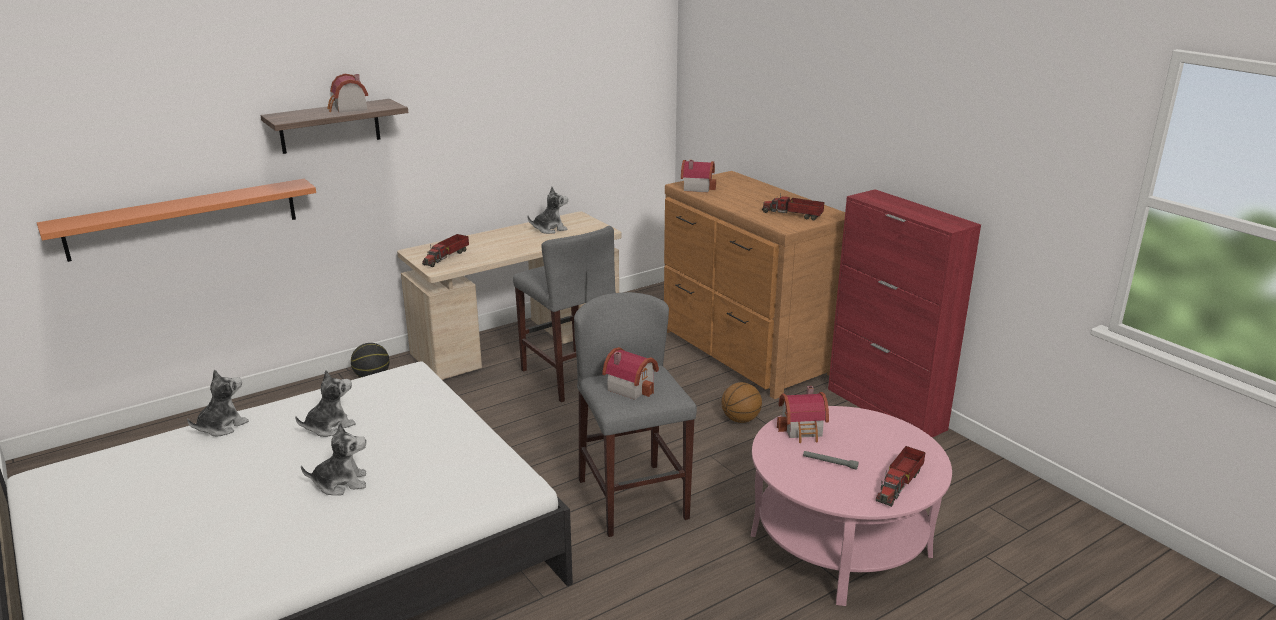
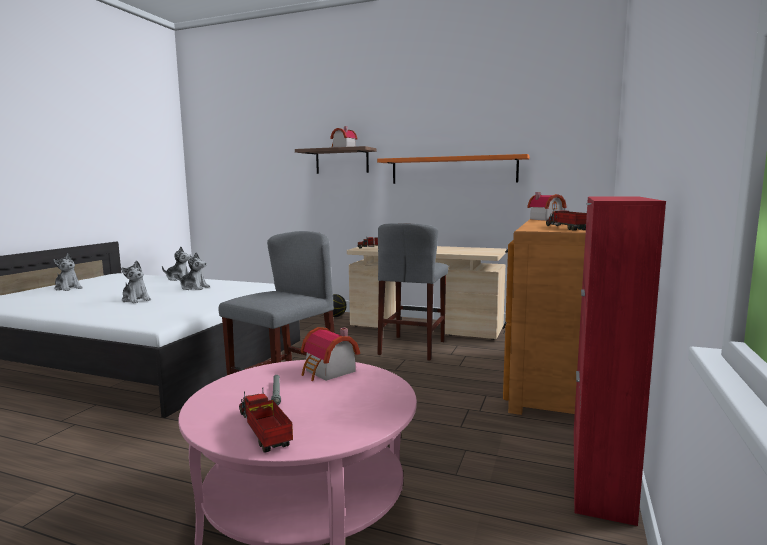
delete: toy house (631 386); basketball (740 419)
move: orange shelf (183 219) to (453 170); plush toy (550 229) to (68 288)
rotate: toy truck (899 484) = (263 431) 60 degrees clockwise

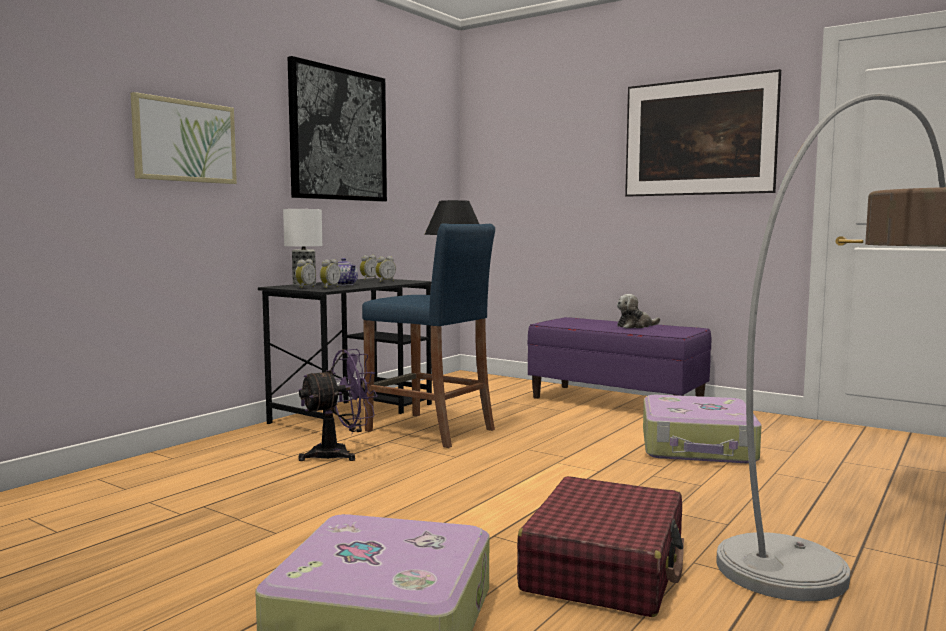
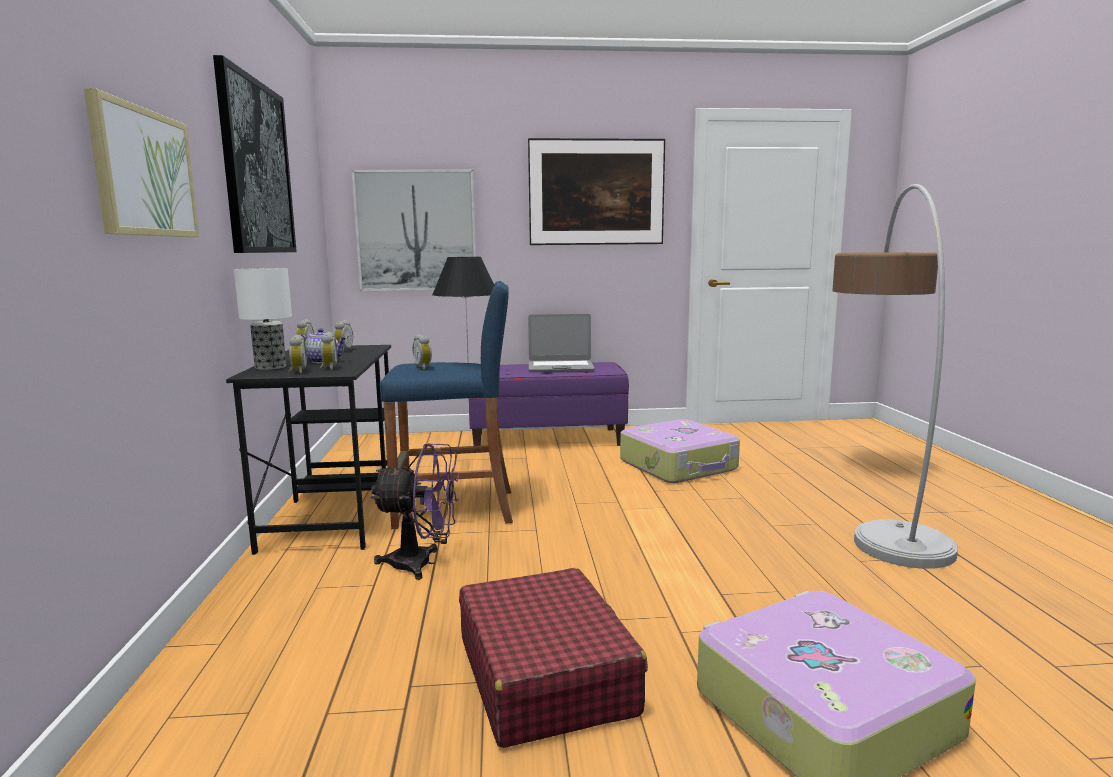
insert: picture (416 231); alarm clock (424 367)
move: red suitcase (605 567) to (545 674)
replace: plush toy (635 326) to laptop (560 367)
rotate: purple fan (339 454) = (422 564) 75 degrees clockwise

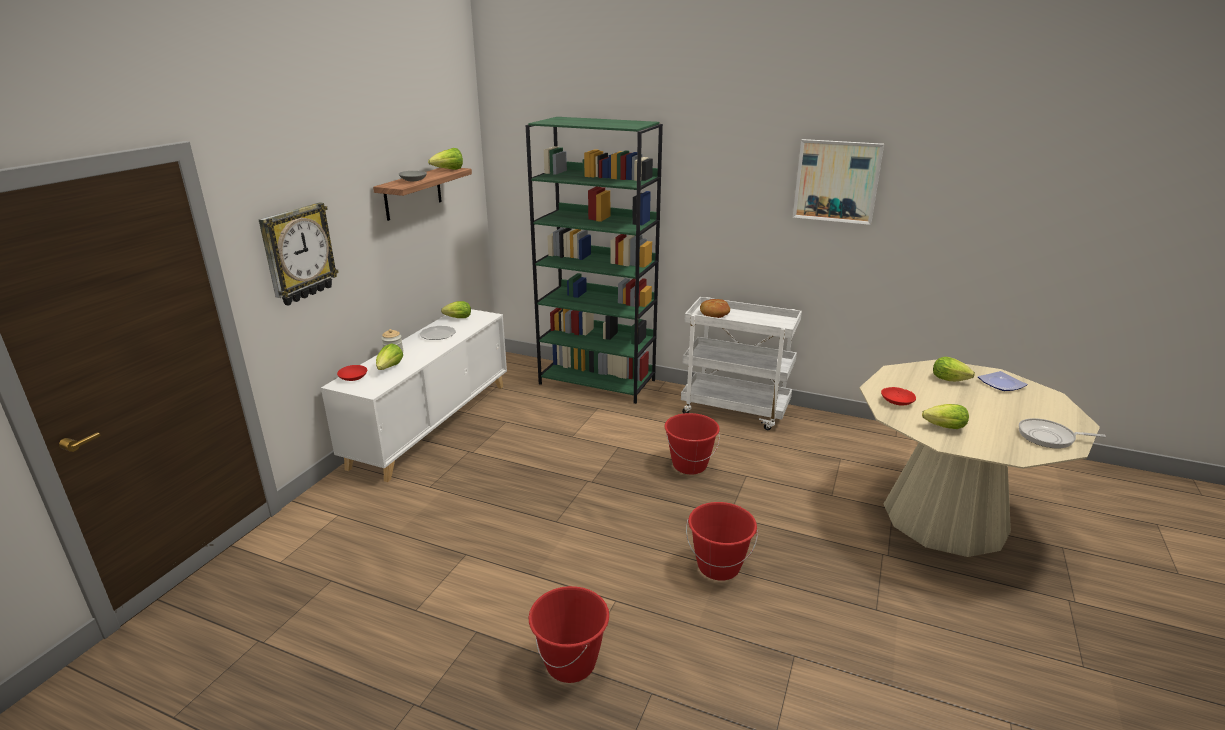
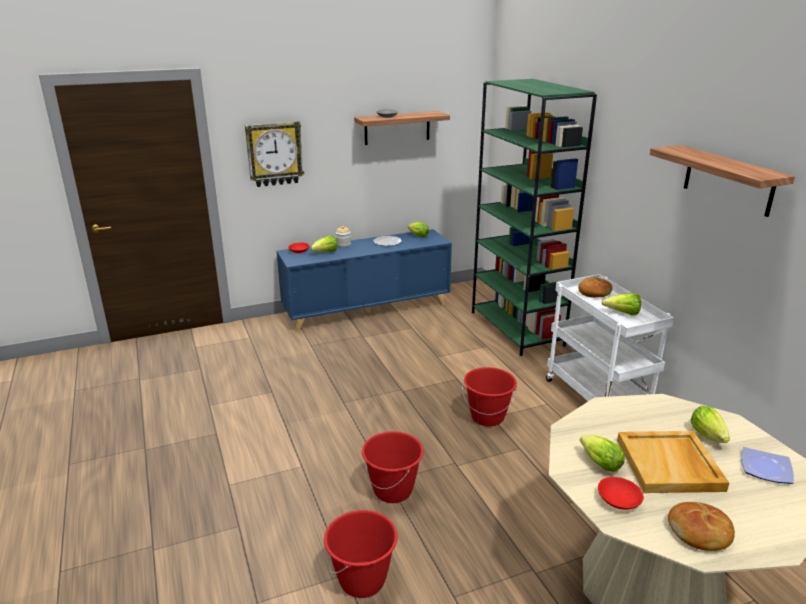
insert: beige tray (670 465)
move: lettuce (448 170) to (622 313); red bucket (571 663) to (362 580); red bowl (897 402) to (619 500)
replace: picture (836 181) to shelf (728 180); frying pan (1049 437) to bread (699 533)
recolor: white cabinet (432 424) to blue cabinet (367 309)

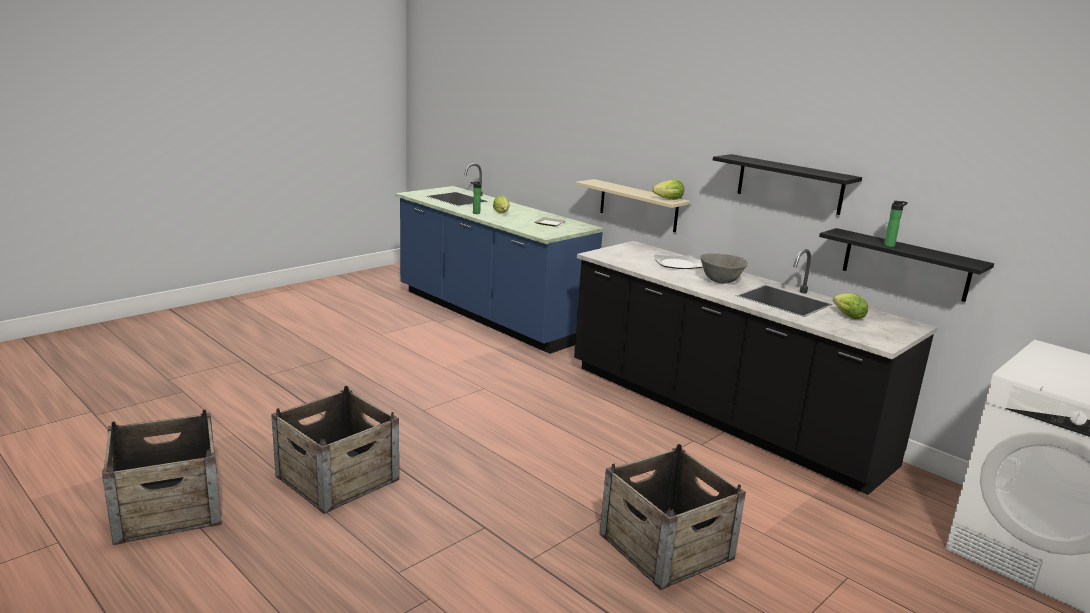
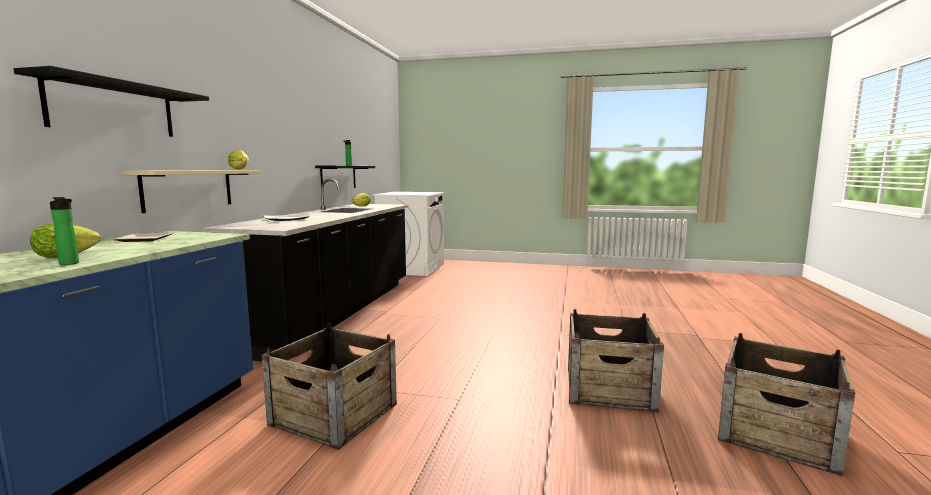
delete: grey bowl (720 281)
move: crate (666 546) to (334 414); black shelf (789 184) to (113 109)

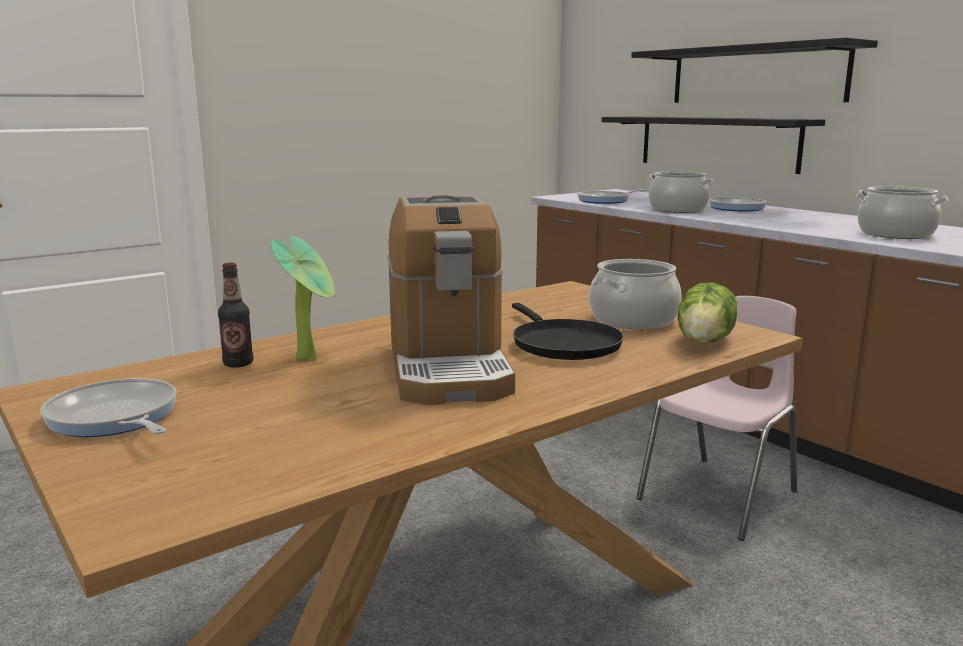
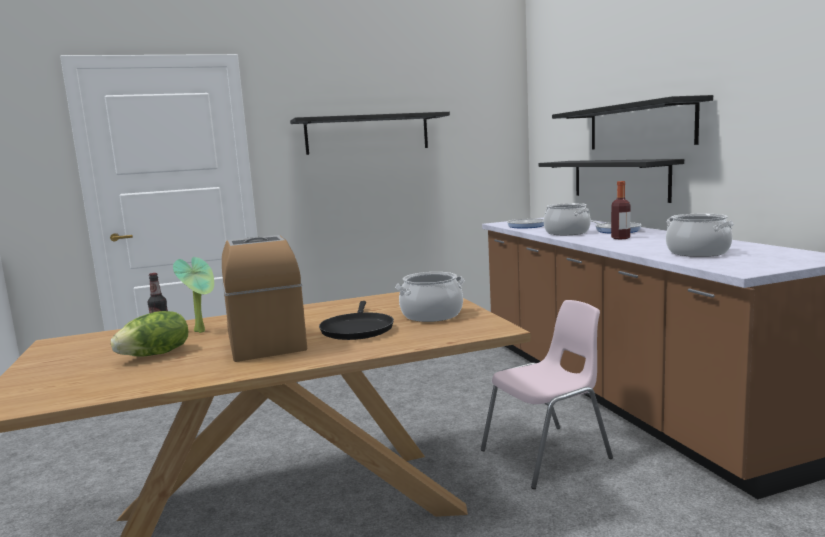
delete: frying pan (114 418)
insert: black shelf (367 134); bottle (620 238)
move: lettuce (706 341) to (156 354)
rotate: coffee machine (448 368) = (265 341) 150 degrees clockwise

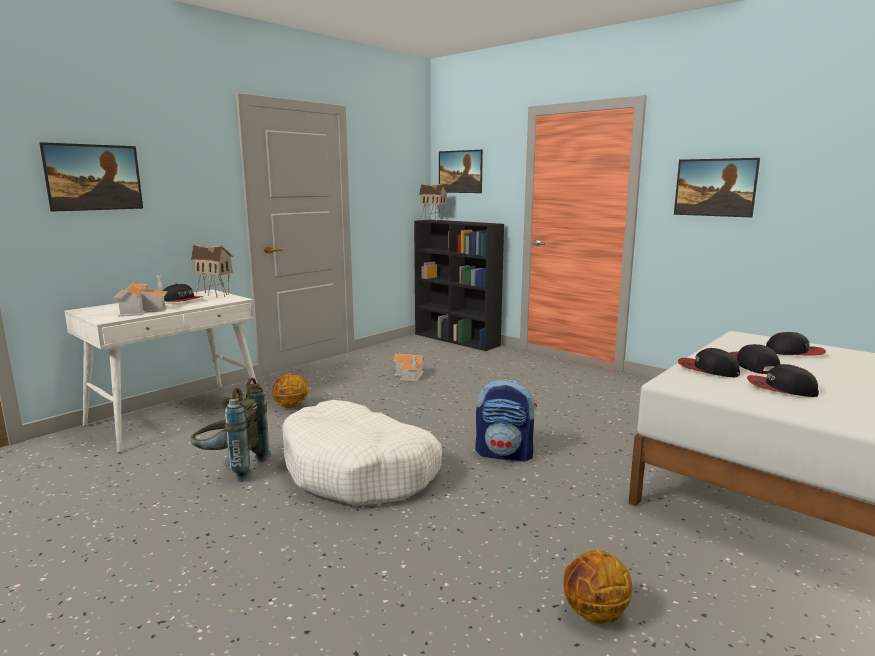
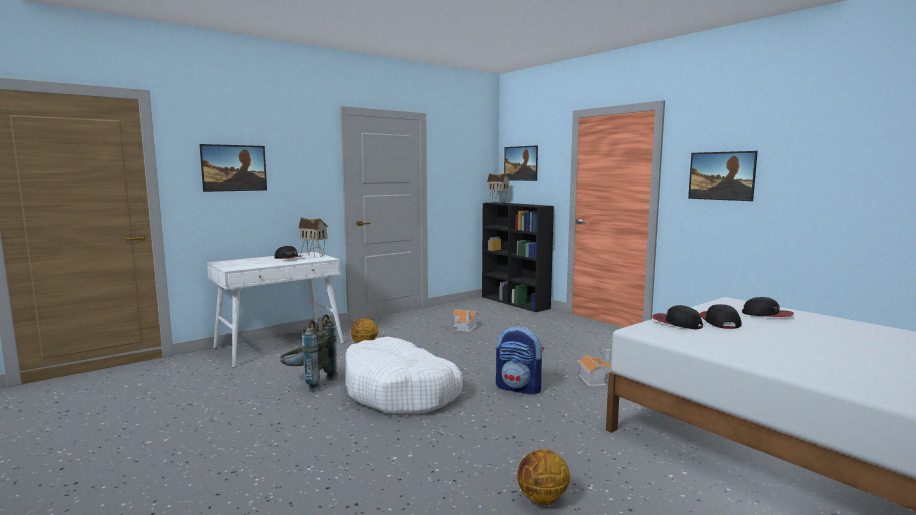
delete: cap (781 388)
move: toy house (142 310) to (596 379)

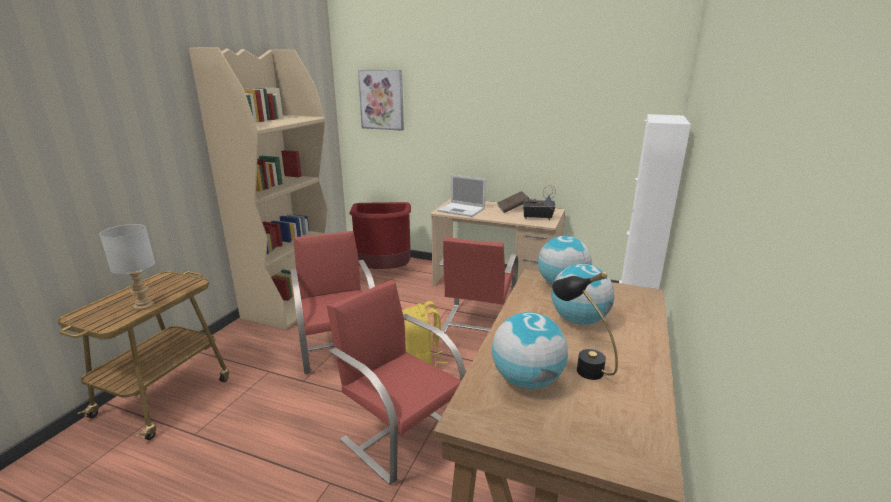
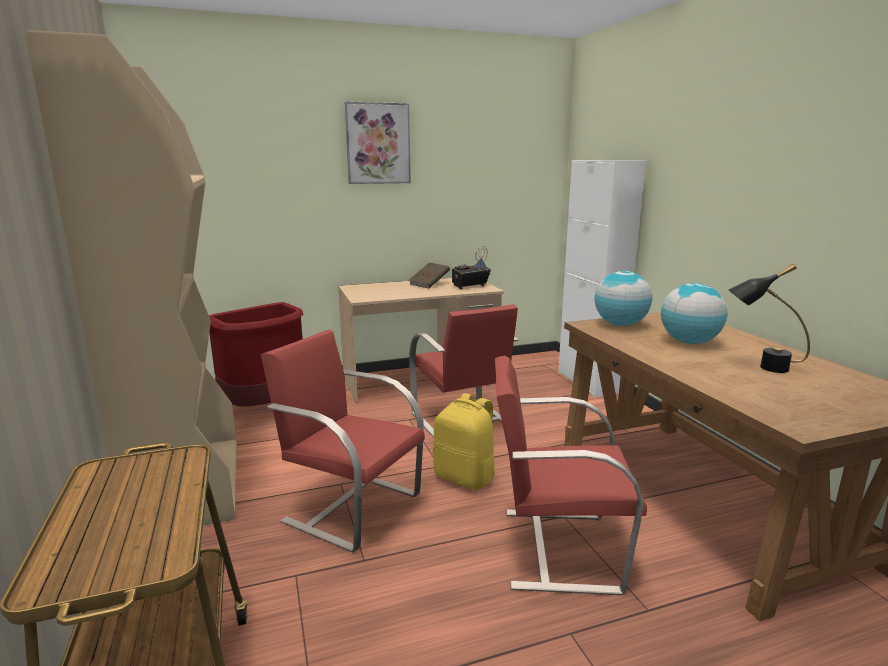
delete: grey table lamp (144 306); laptop (462 210); globe (526 380)
move: picture (382 100) to (378 143)

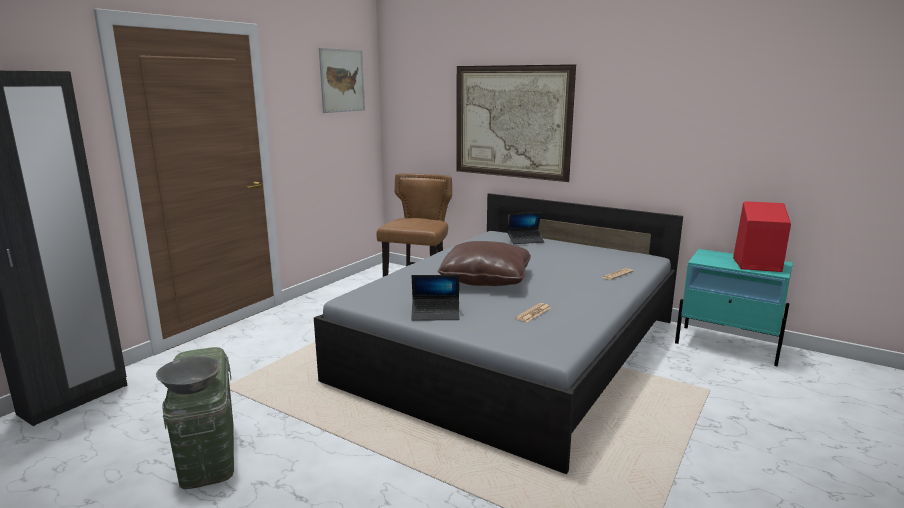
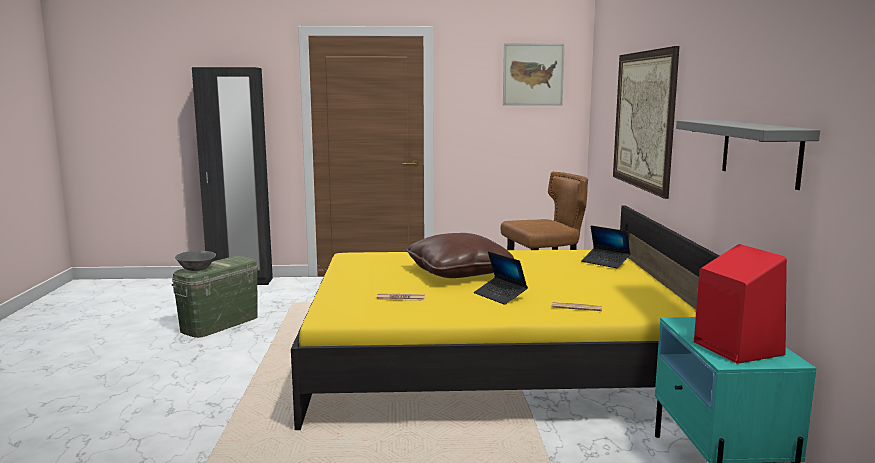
insert: grey shelf (760 152)
move: laptop (435 314) to (500 296)
recolor: grey bed (513 348) to yellow bed (489 362)

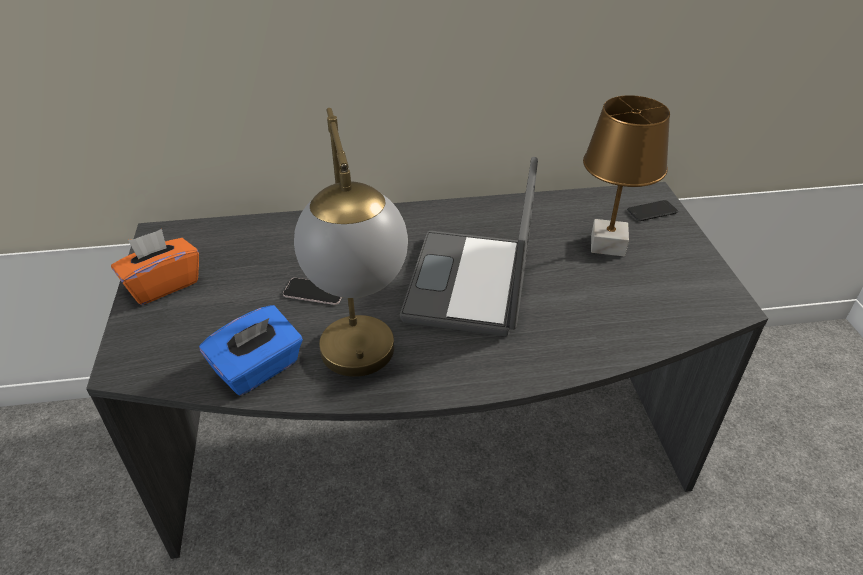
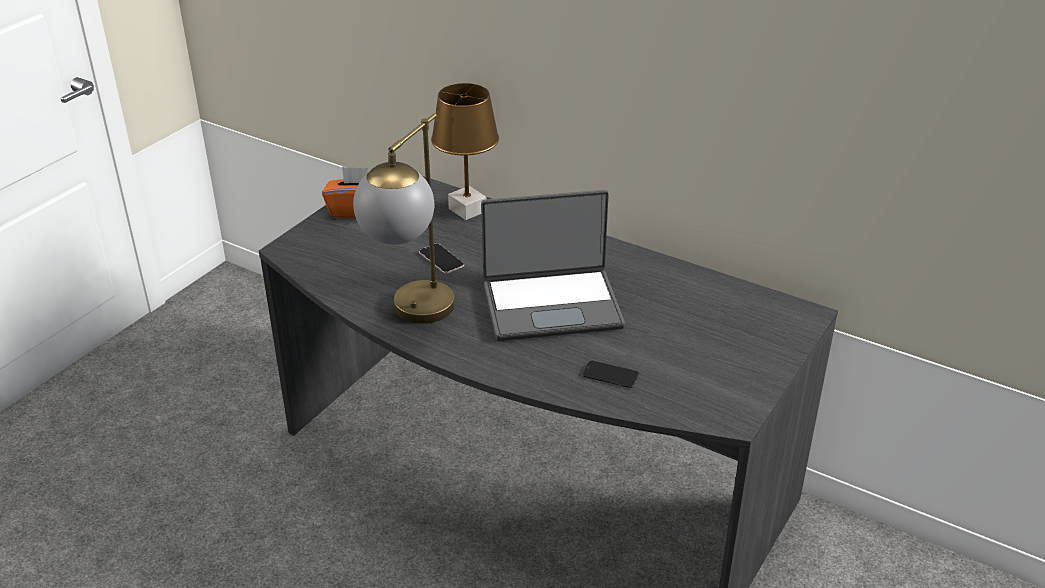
delete: blue tissue box (258 369)
move: brown table lamp (608 245) to (468 210); phone (652 211) to (610 375)
rotate: laptop (471 284) = (551 305) 150 degrees counterclockwise

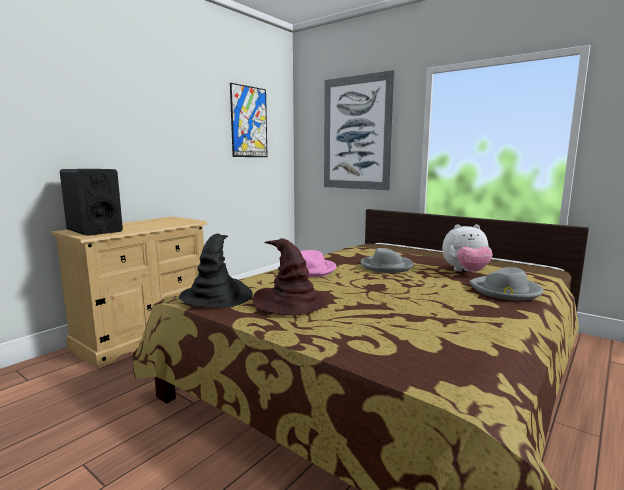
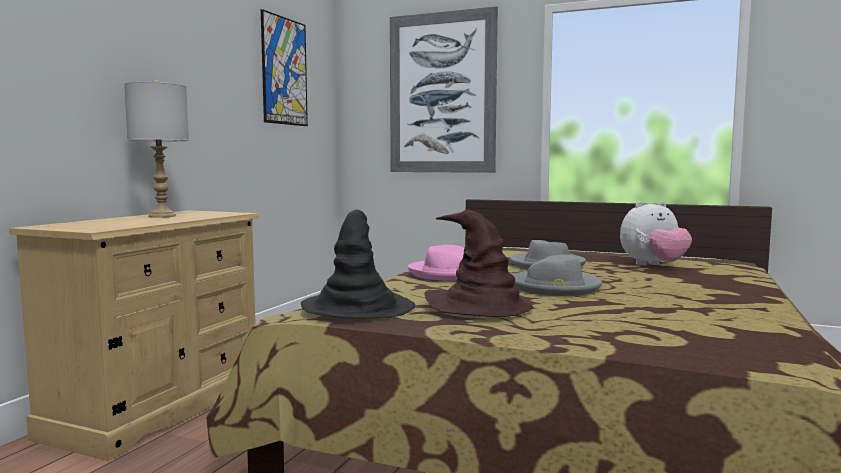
delete: black speaker (94 230)
insert: grey table lamp (162 216)
move: grey hat (505 291) to (554 287)

